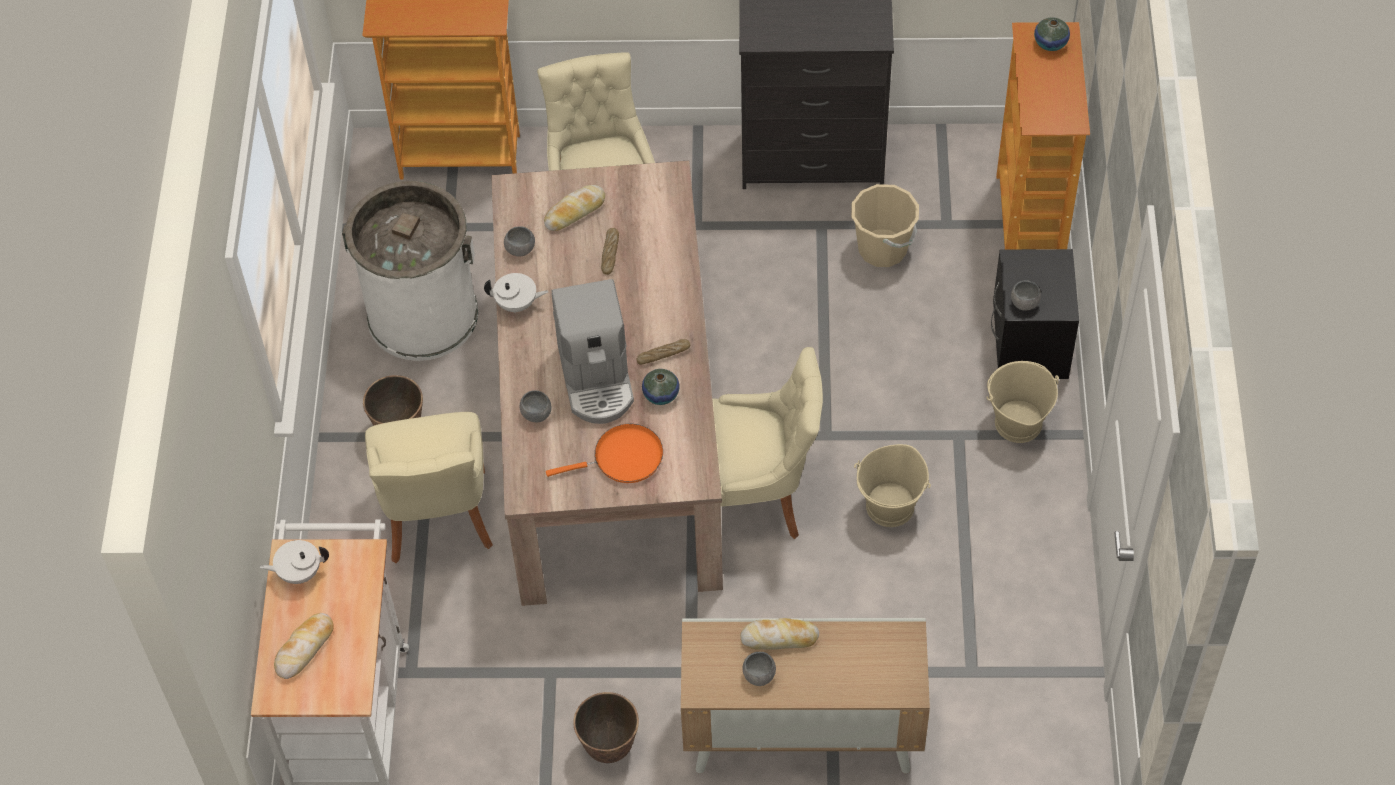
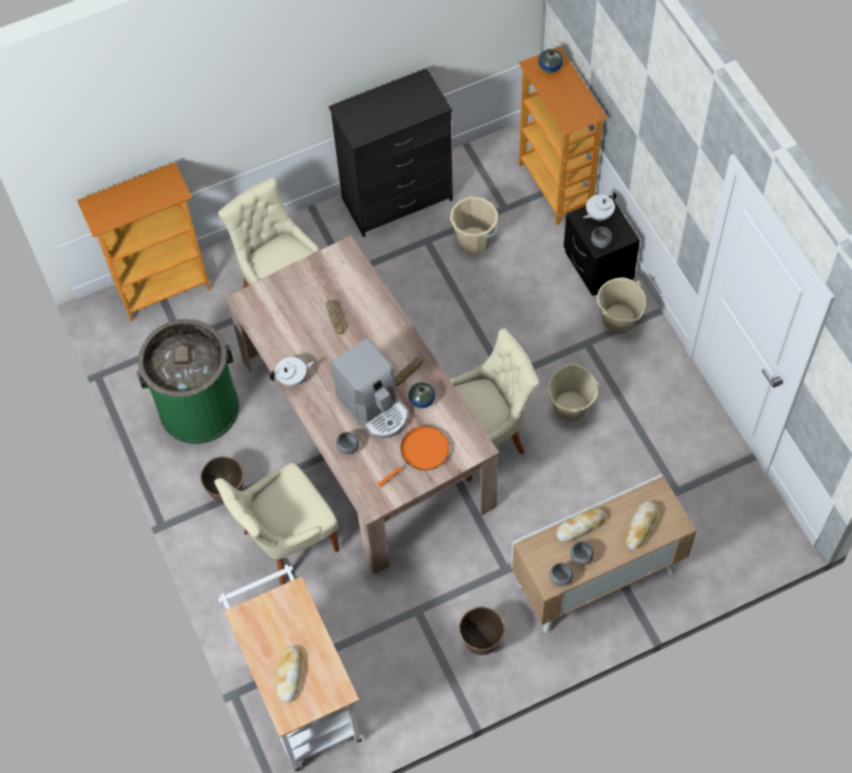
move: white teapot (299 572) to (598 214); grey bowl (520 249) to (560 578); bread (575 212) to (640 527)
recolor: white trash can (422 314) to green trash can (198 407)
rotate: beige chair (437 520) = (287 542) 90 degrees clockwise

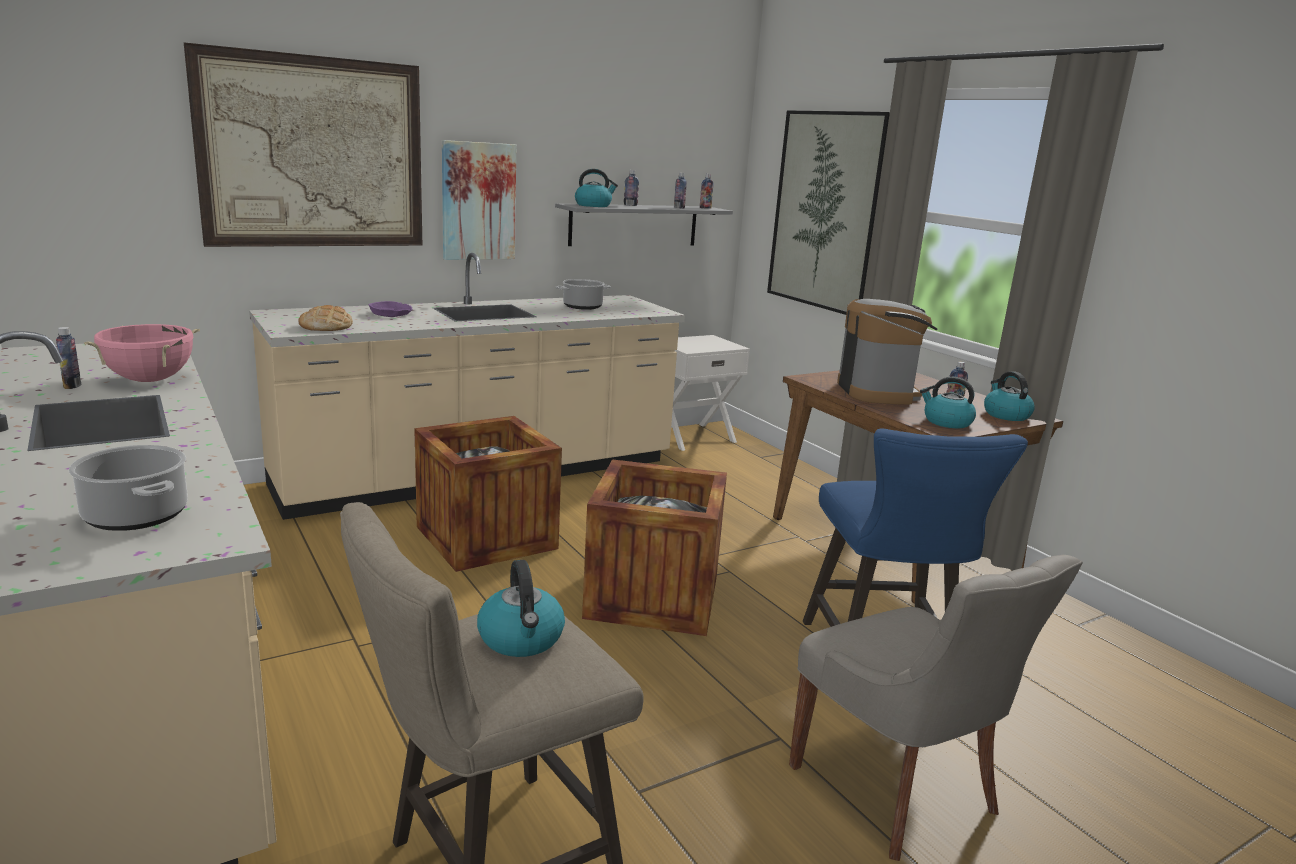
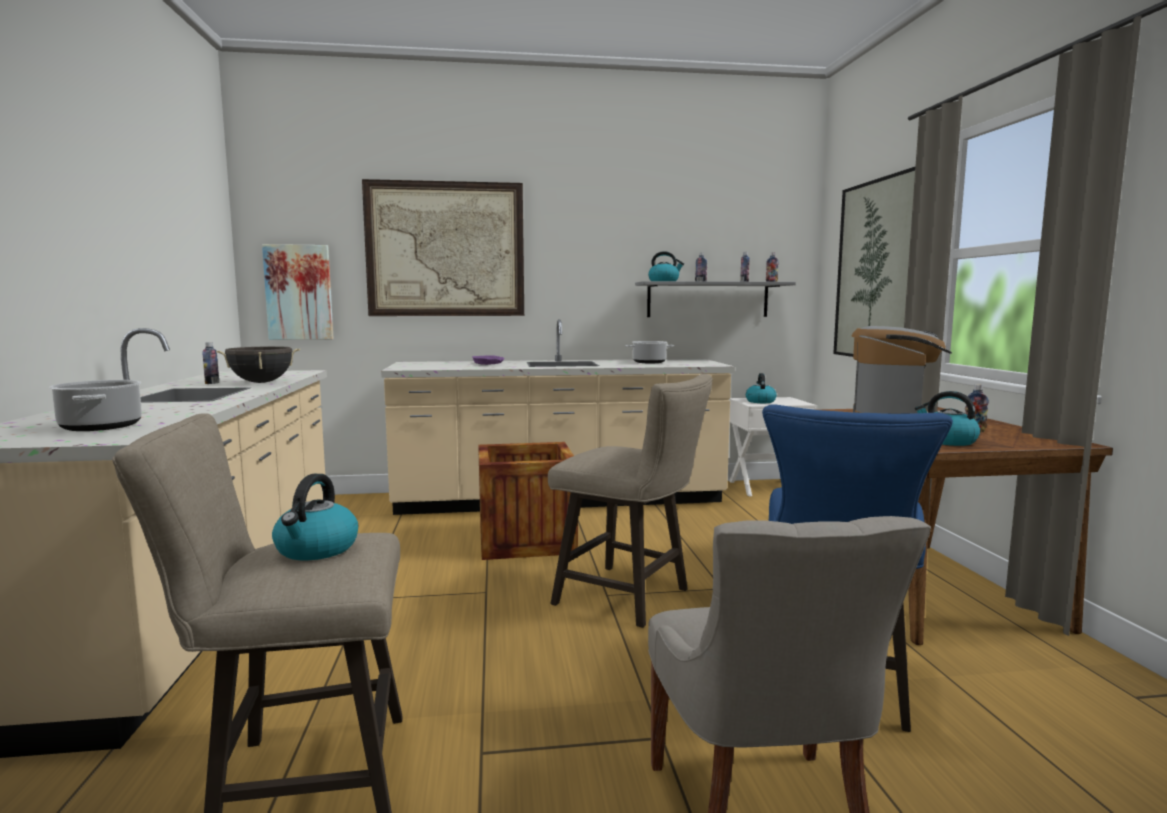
delete: bread (326 326)
move: picture (478 201) to (299 292); kettle (1005 415) to (760 401)
replace: crate (653 596) to beige stool (631 598)
recolor: pink cooking pot (149 380) to black cooking pot (261 382)

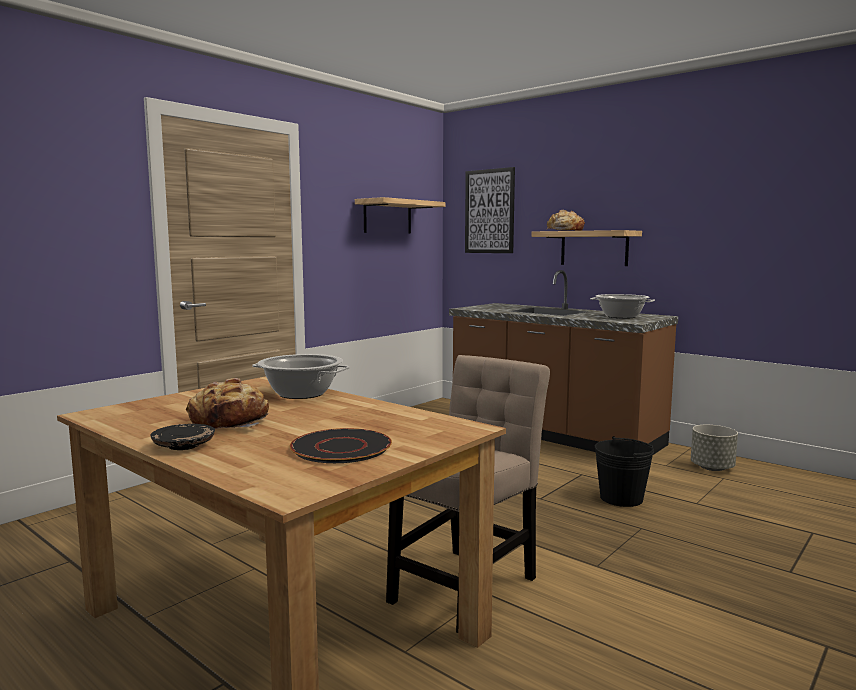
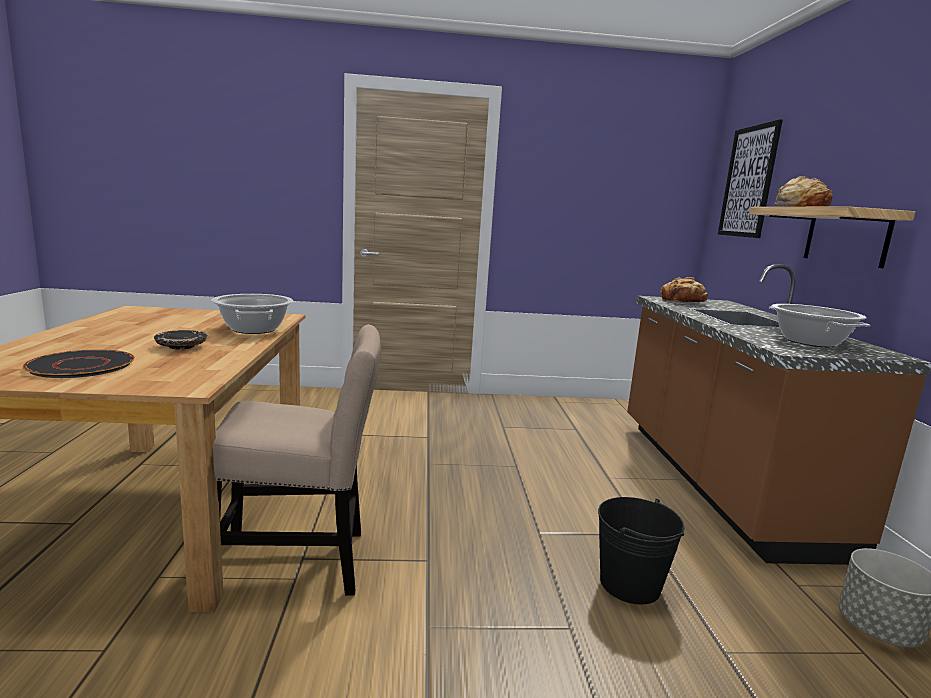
delete: shelf (387 217)
move: black plate (184 445) to (182 346); bread (230 422) to (683 302)

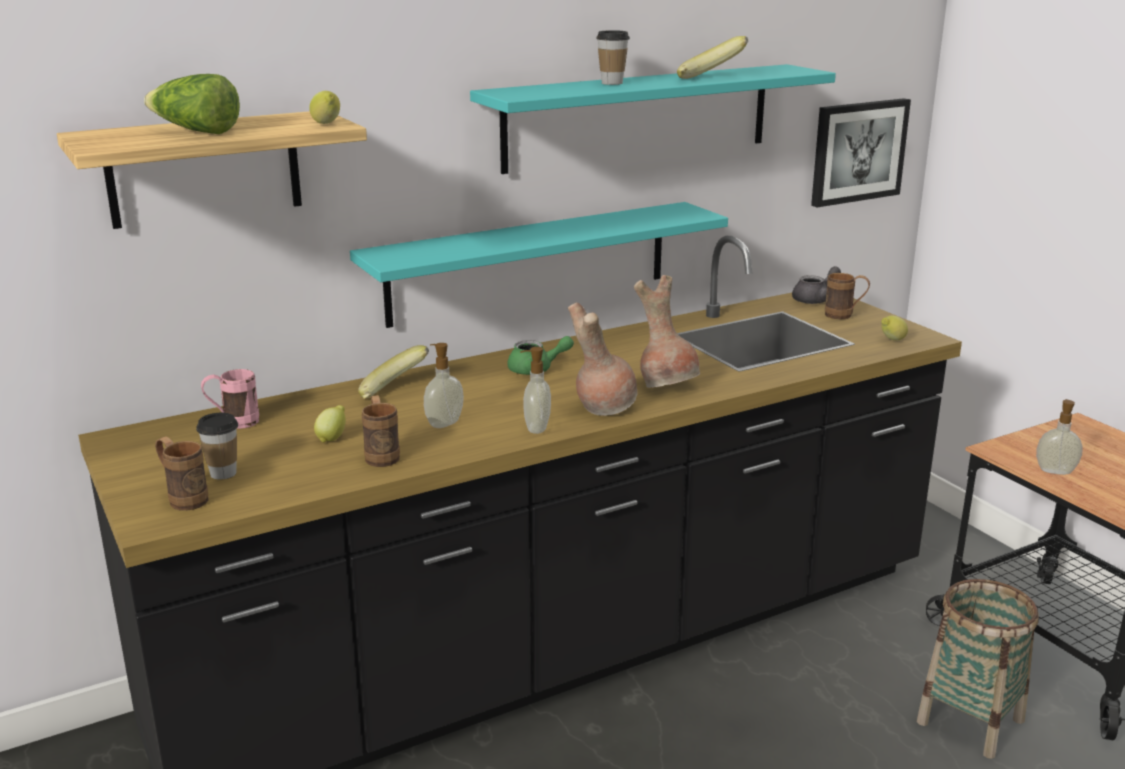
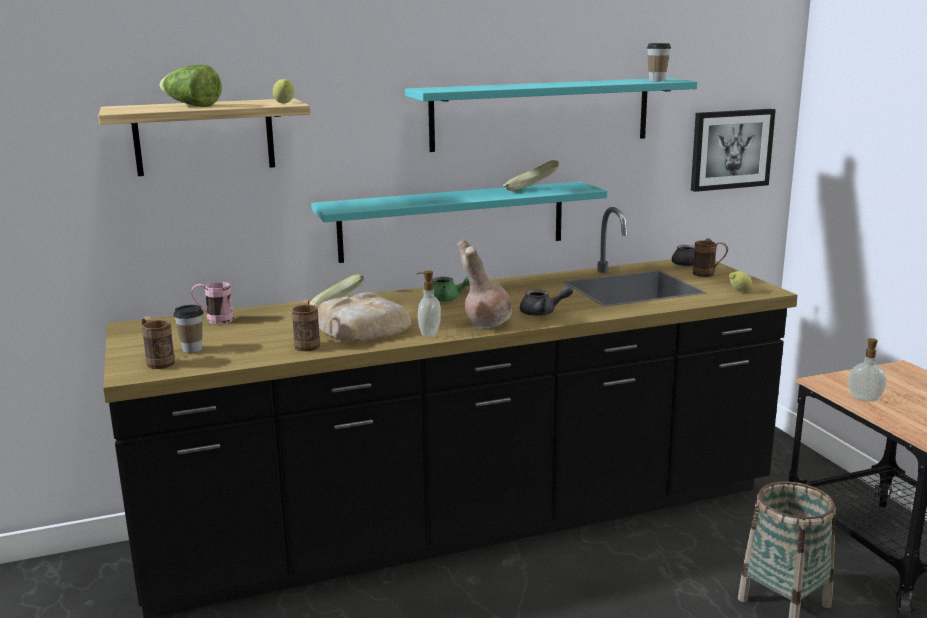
delete: lemon (332 438)
move: cup (612 83) to (657 80); banana (709 79) to (529 191)
replace: soap dispenser (443 423) to bread (362 328); brown vase (668 386) to grey teapot (543 313)

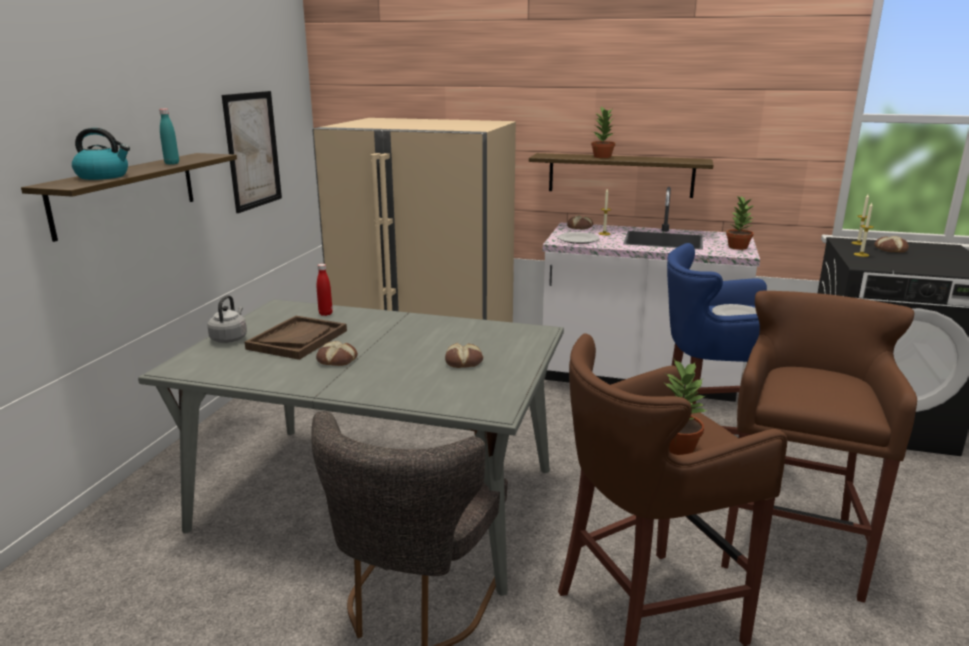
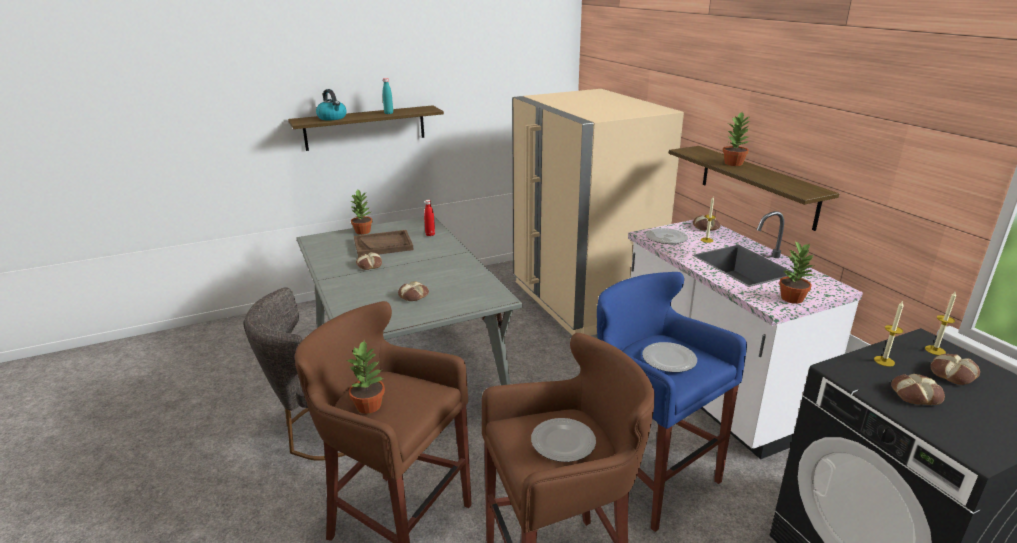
delete: picture (252 150)
insert: plate (562 441); bread (915 394)
replace: grey kettle (230 338) to potted plant (363 231)

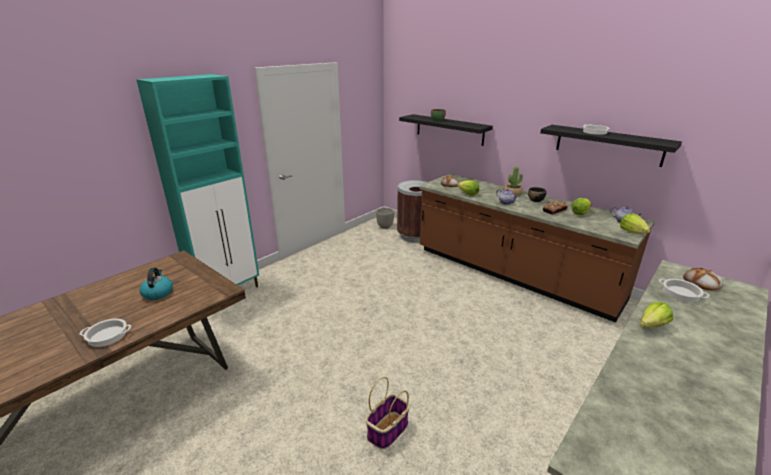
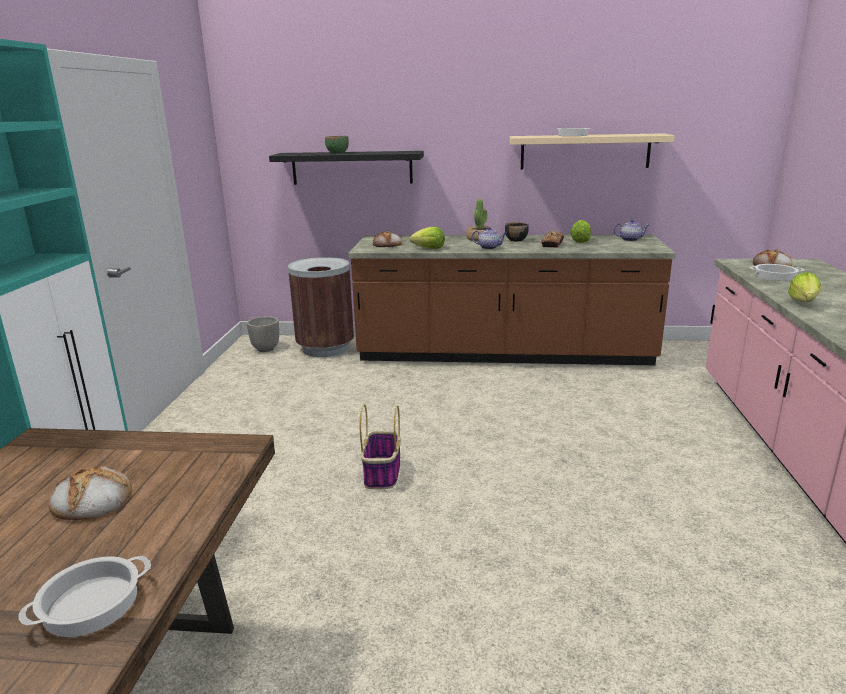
delete: lettuce (632 232)
move: basket (387 431) to (382 474)
replace: kettle (158 293) to bread (91 500)
recolor: black shelf (608 145) to beige shelf (585 151)

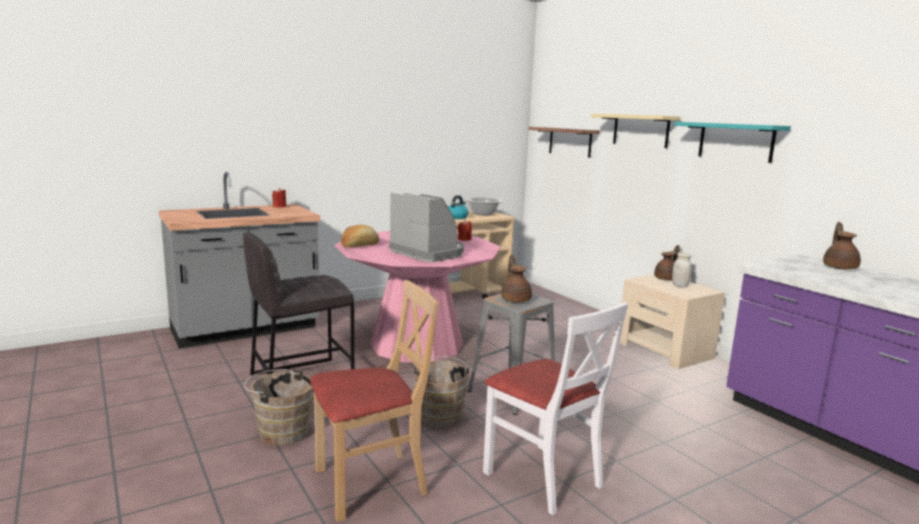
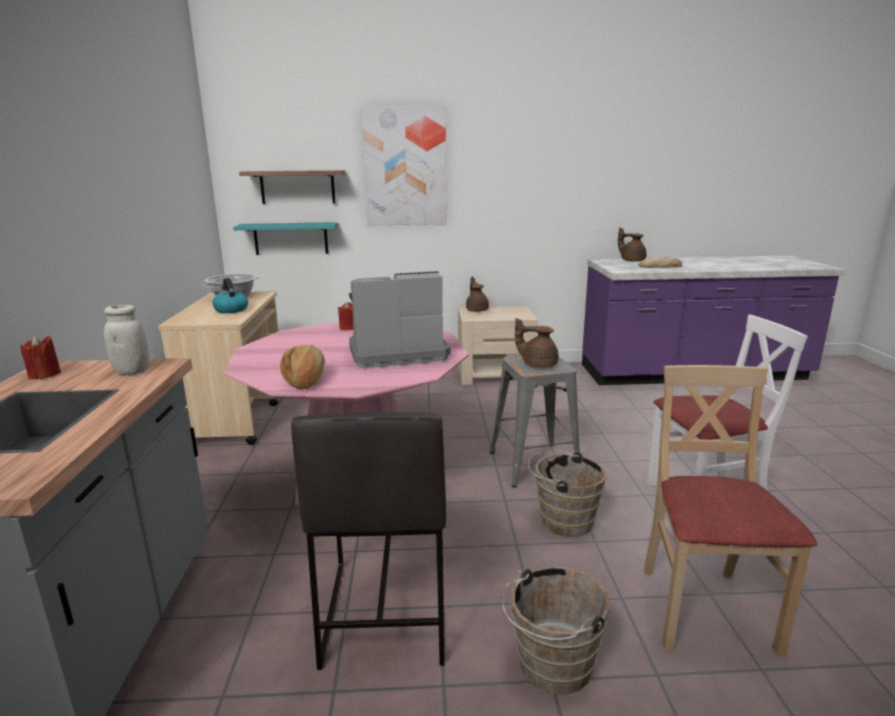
insert: bread (660 266)
move: white jar (680 286) to (132 371); turquoise shelf (735 141) to (291 238)
replace: beige shelf (640 130) to picture (405 167)

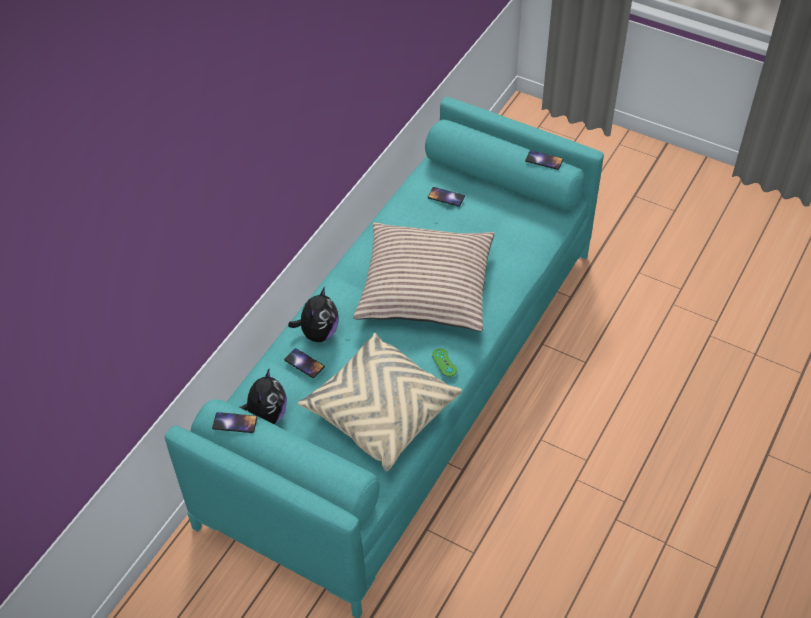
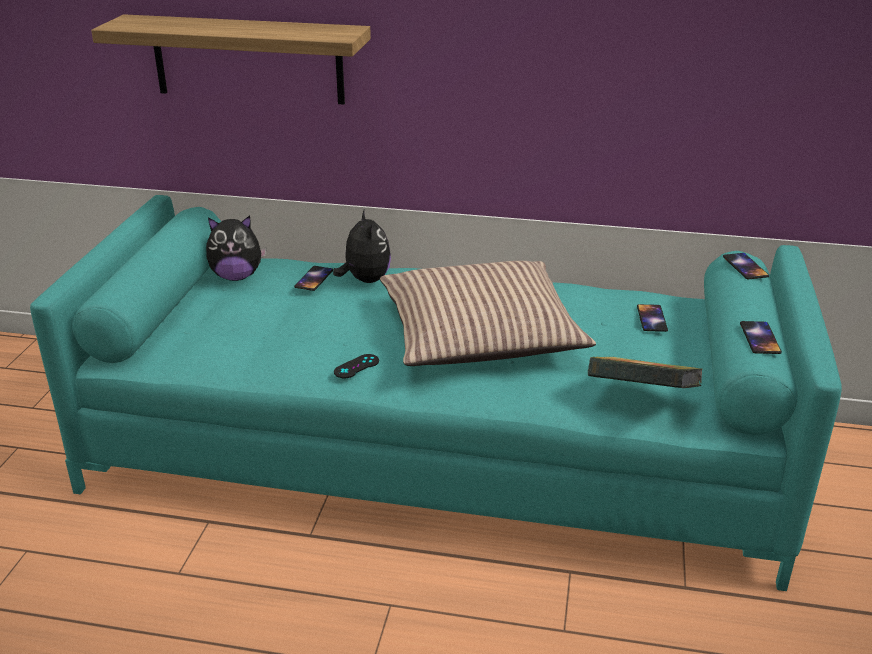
delete: beige pillow (380 411)
insert: shelf (247 59); book (641 399)
move: phone (235 423) to (745 266)
recolor: green game controller (444 362) to black game controller (356 366)
rotate: plush toy (318 333) = (365 280) 105 degrees counterclockwise

